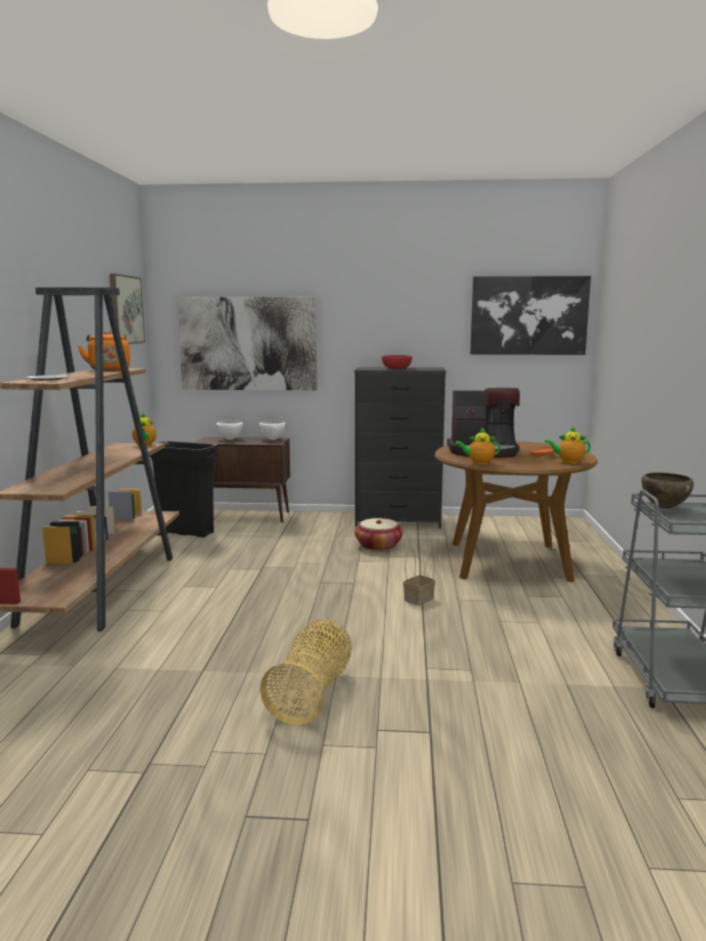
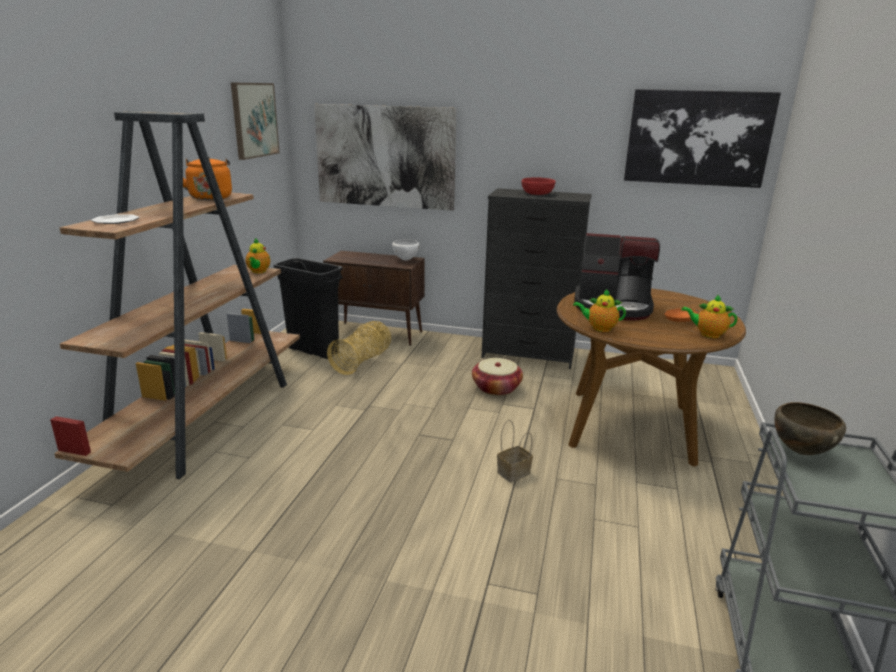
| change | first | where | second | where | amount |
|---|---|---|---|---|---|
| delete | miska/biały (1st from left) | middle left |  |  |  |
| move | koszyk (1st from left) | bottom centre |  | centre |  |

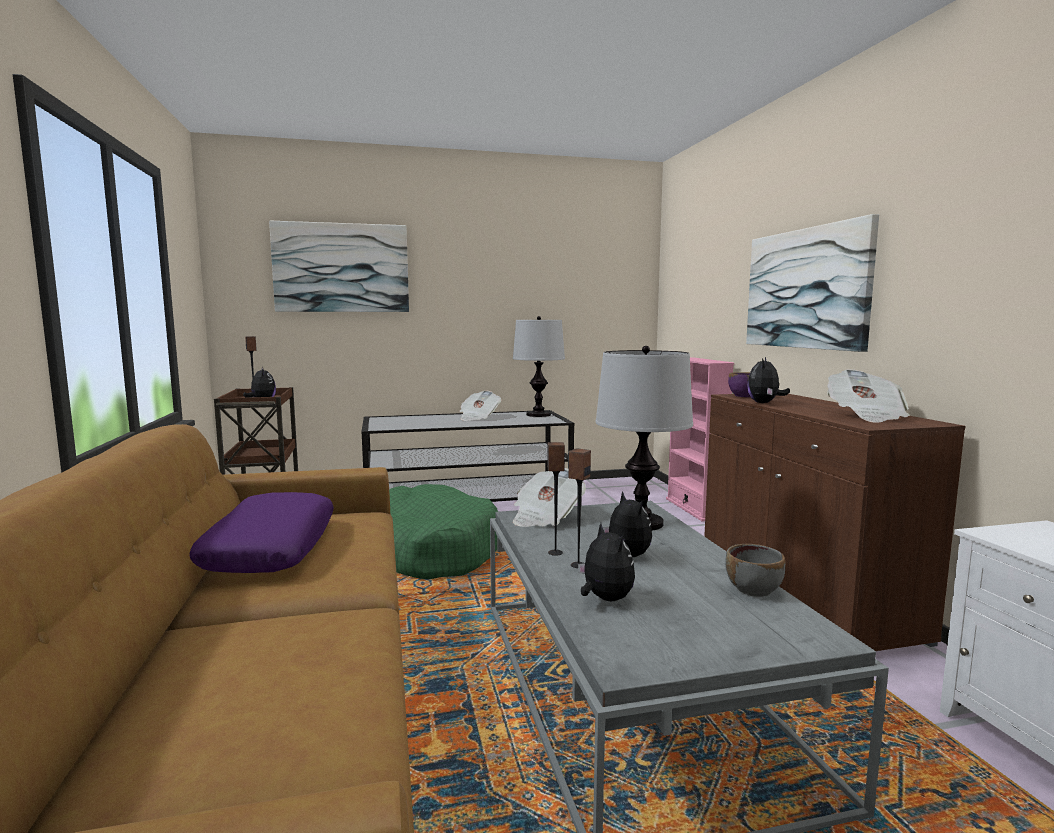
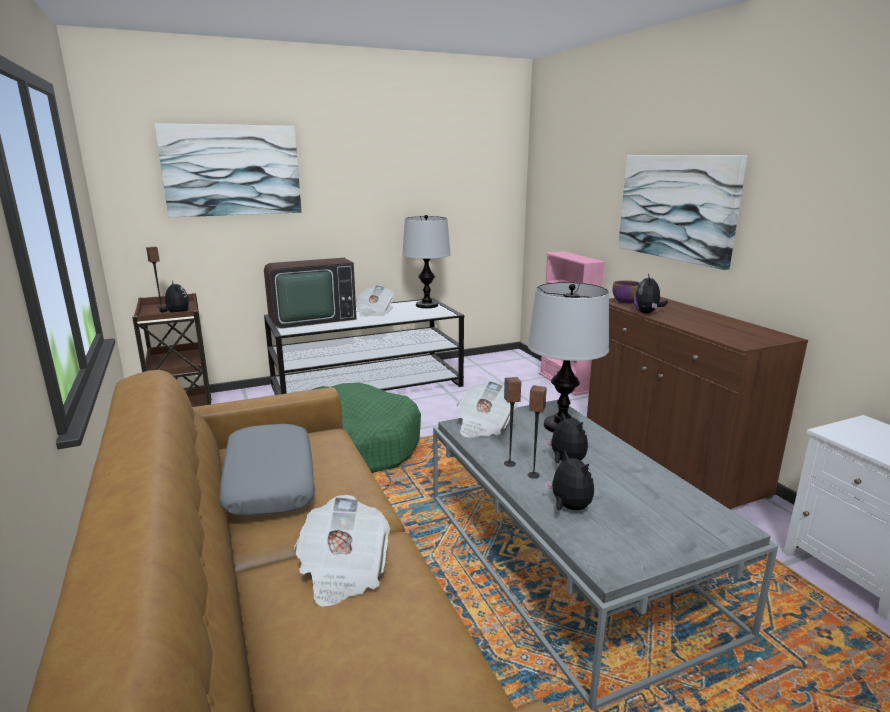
| change | first | where | second | where | amount |
|---|---|---|---|---|---|
| recolor | poduszka/fioletowy | middle left | poduszka/szary | middle left |  |
| delete | miska/szary | bottom right |  |  |  |
| move | gazeta (3rd from left in the first image) | middle right | gazeta (1st from left) | bottom centre |  |
| insert |  |  | telewizor | centre |  |

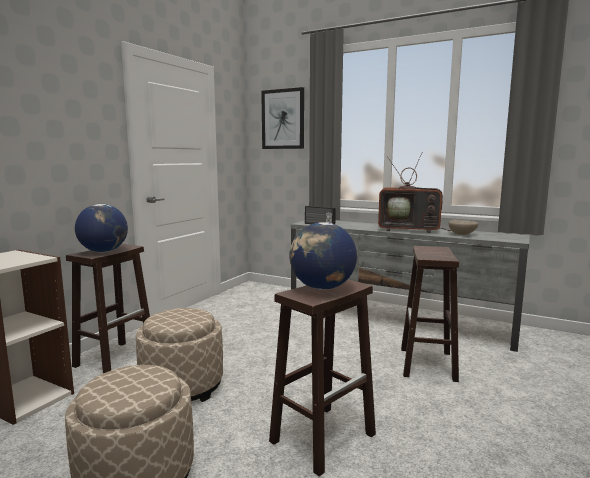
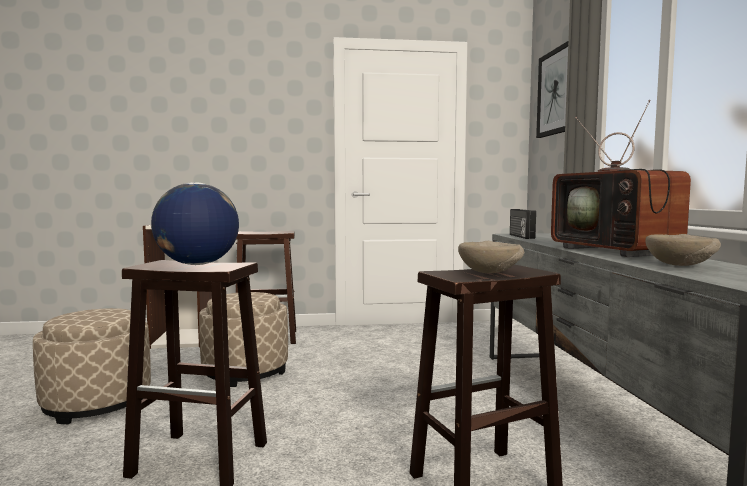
| change | first | where | second | where | amount |
|---|---|---|---|---|---|
| delete | globus (1st from left) | middle left |  |  |  |
| insert |  |  | miska/beżowy (1st from left) | centre |  |

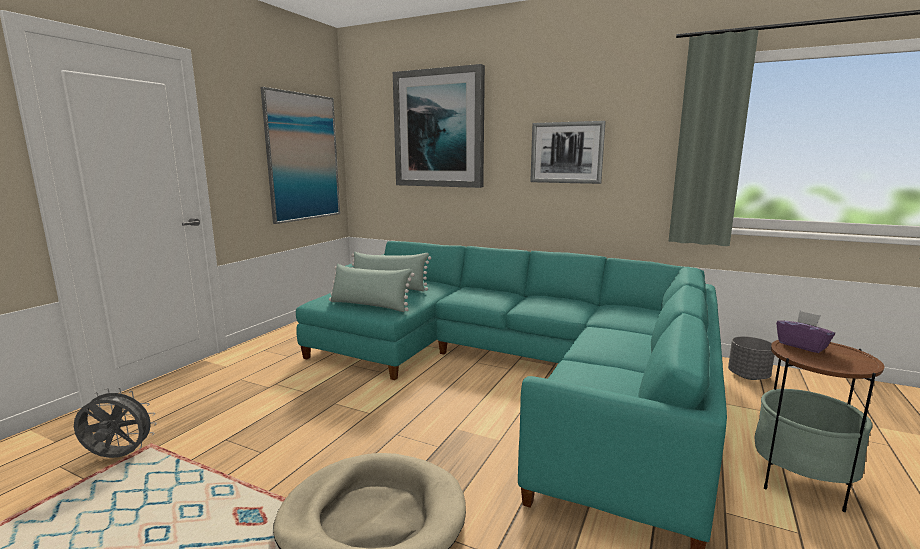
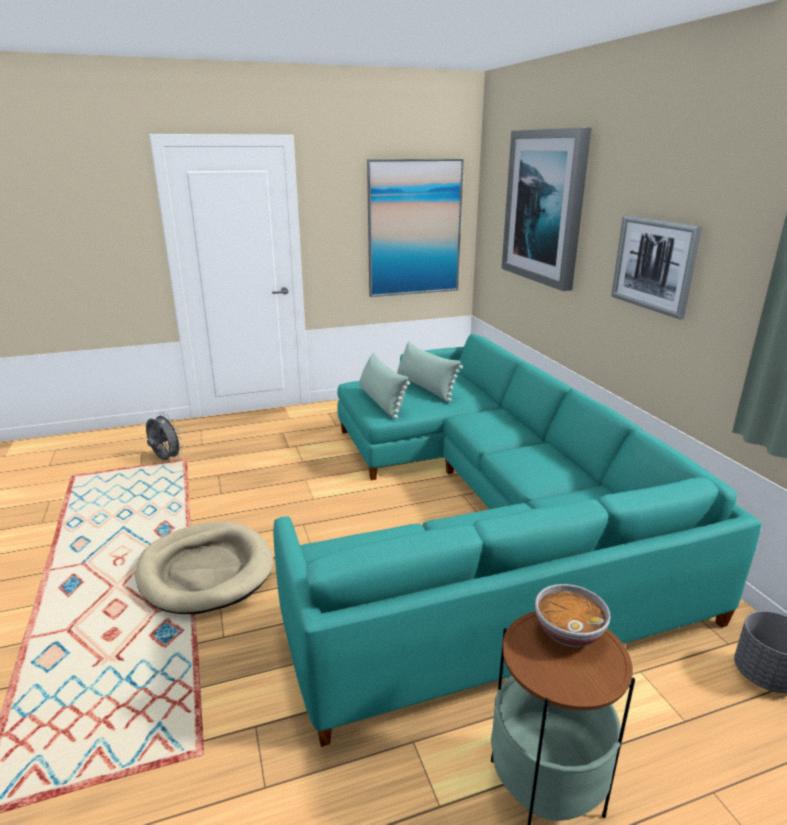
| change | first | where | second | where | amount |
|---|---|---|---|---|---|
| replace | pudełko chusteczek/fioletowy | middle right | miska | bottom right |  |

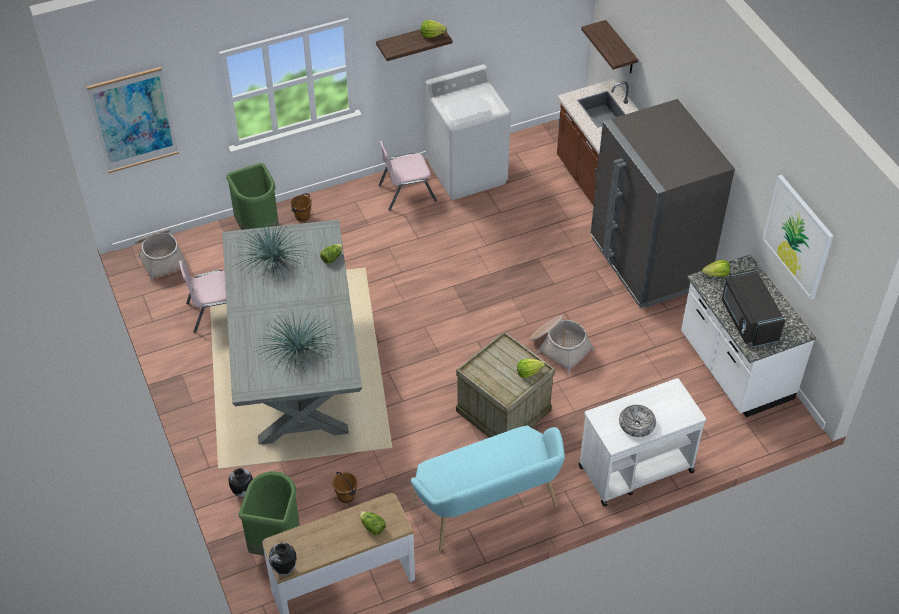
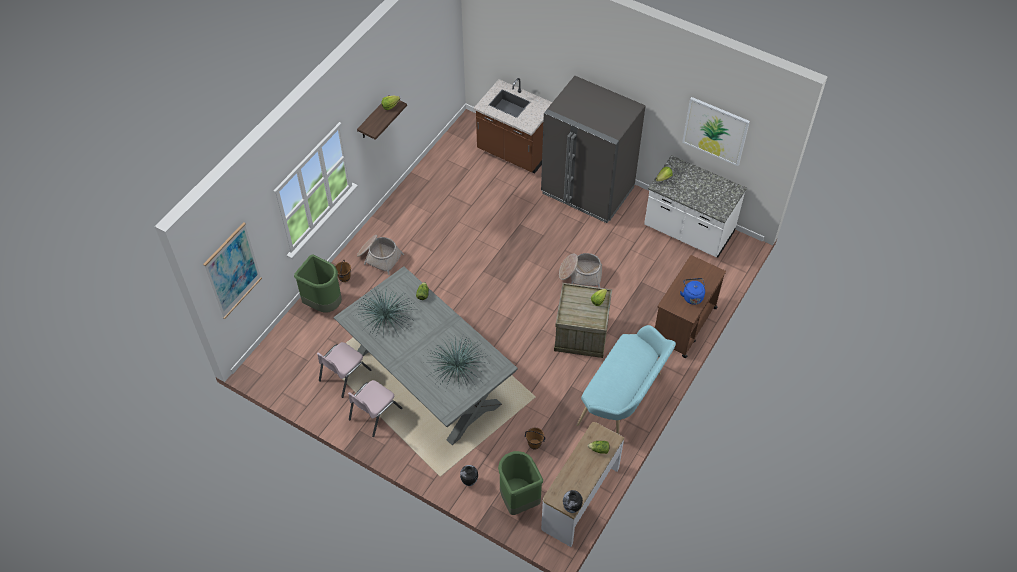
| change | first | where | second | where | amount |
|---|---|---|---|---|---|
| move | koszyk (1st from left) | middle left |  | centre |  |
| move | krzesło/różowy (2nd from left) | top centre |  | bottom centre |  |
| delete | pralka/biały | top centre |  |  |  |
| recolor | wózek/biały | bottom right | wózek/brązowy | middle right |  |
| delete | półka (2nd from left) | top right |  |  |  |
| replace | miska | bottom right | czajnik/niebieski | middle right |  |
| delete | mikrofalówka/czarny | middle right |  |  |  |

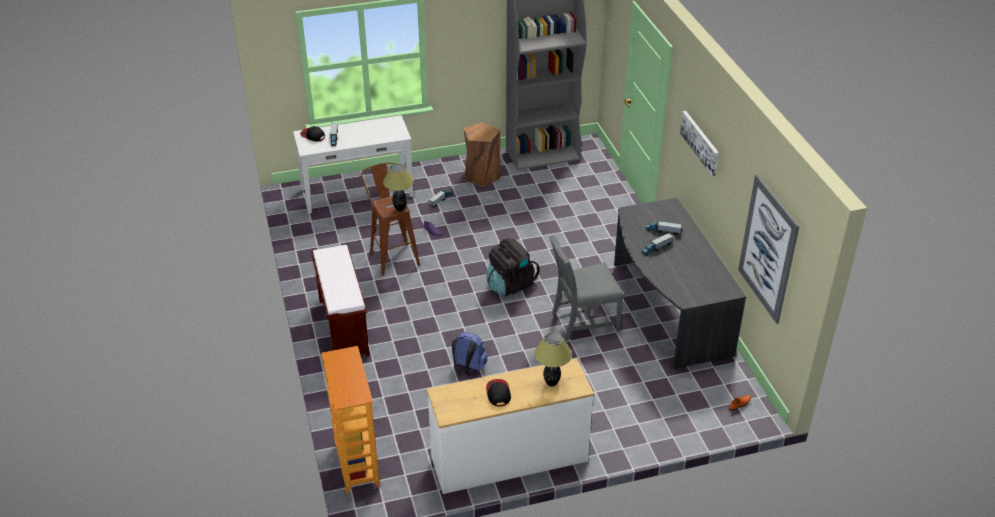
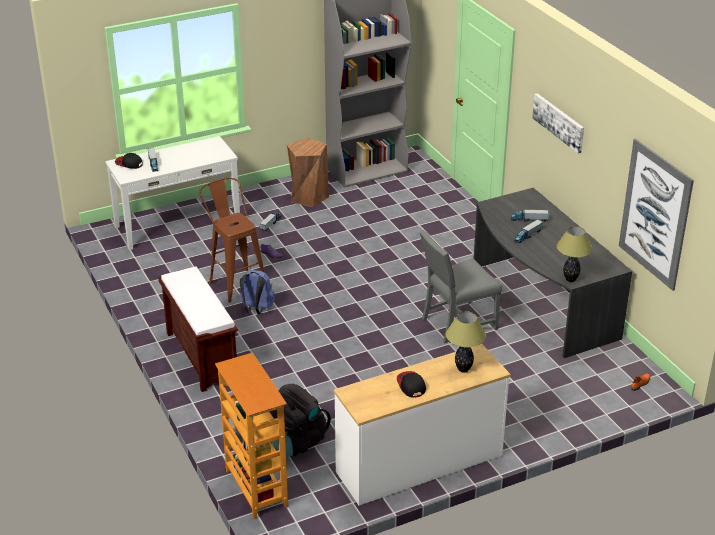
| change | first | where | second | where | amount |
|---|---|---|---|---|---|
| move | lampa stołowa (1st from left in the first image) | centre | lampa stołowa (2nd from left) | middle right |  |
| move | plecak/niebieski | bottom centre |  | centre |  |
| move | plecak/czarny | centre |  | bottom centre |  |

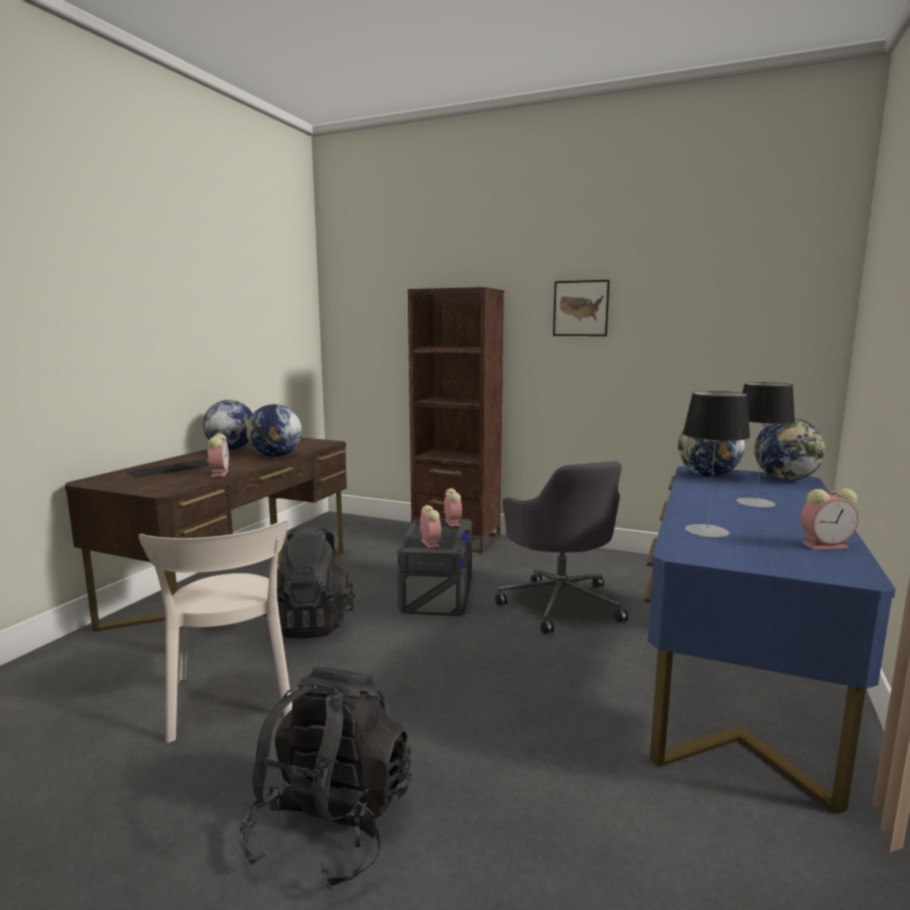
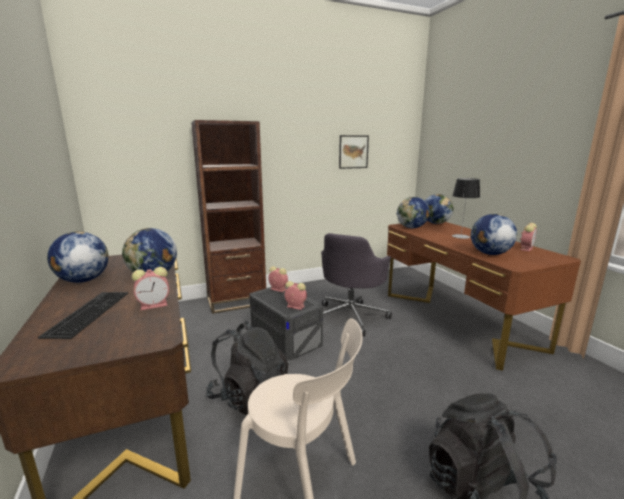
| change | first | where | second | where | amount |
|---|---|---|---|---|---|
| rotate | budzik (1st from left) | middle left |  | middle left | 120 degrees clockwise |
| rotate | krzesło biurowe/szary | centre |  | centre | 90 degrees clockwise |
| move | obraz | centre |  | top centre |  |
| recolor | biurko/niebieski | bottom right | biurko/brązowy (2nd from left) | middle right |  |
| replace | lampa stołowa (1st from left) | middle right | globus (5th from left) | middle right |  |

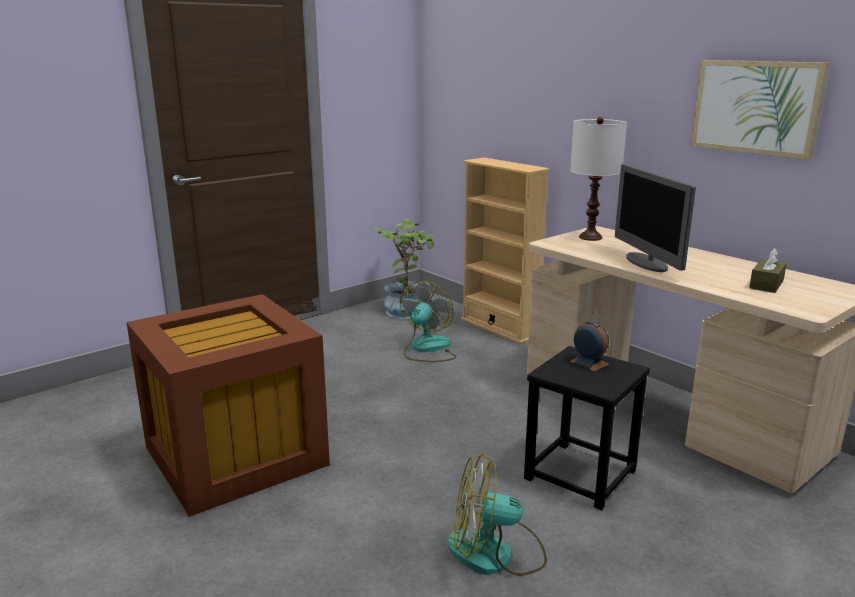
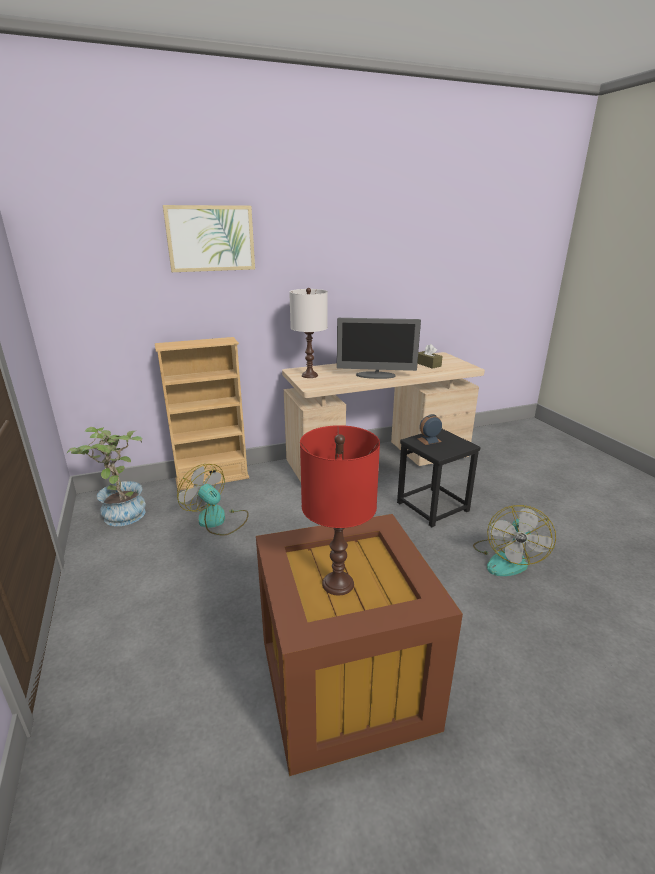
| change | first | where | second | where | amount |
|---|---|---|---|---|---|
| move | obraz | top right |  | top left |  |
| insert |  |  | lampa stołowa/czerwony | centre |  |

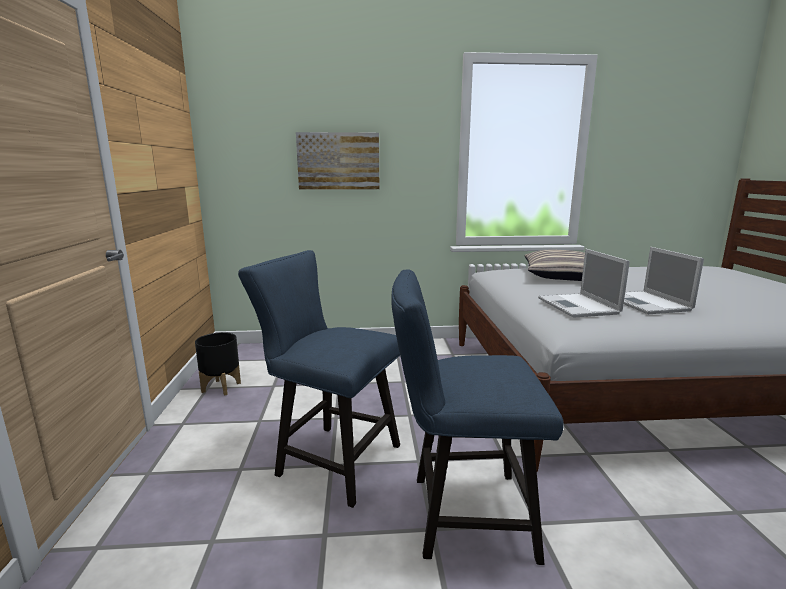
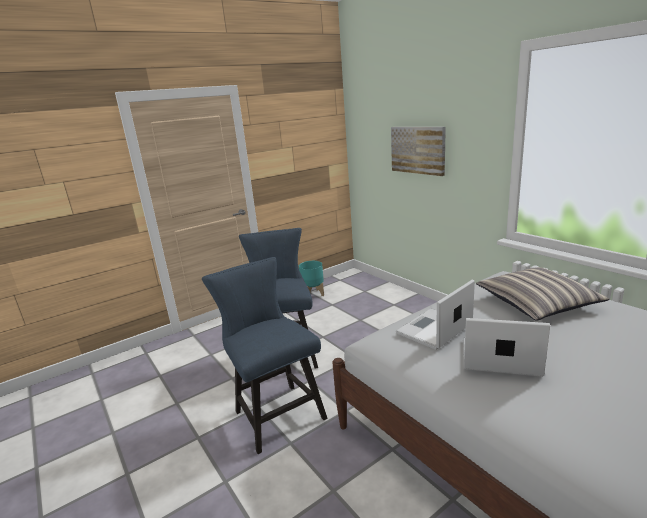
| change | first | where | second | where | amount |
|---|---|---|---|---|---|
| recolor | donica/czarny | middle left | donica/turkusowy | centre |  |
| rotate | laptop (2nd from left) | middle right |  | bottom right | 60 degrees clockwise |

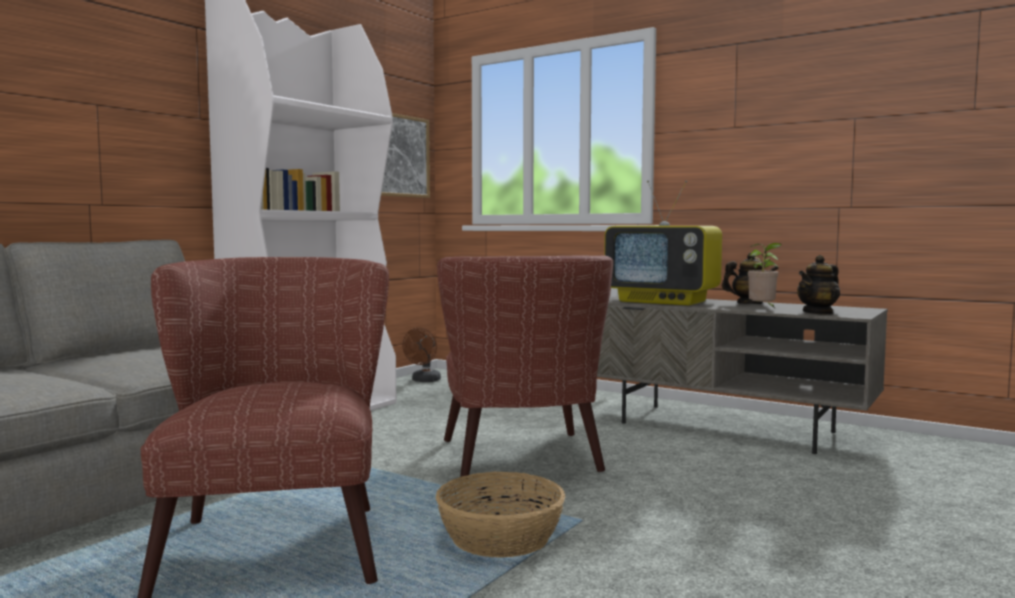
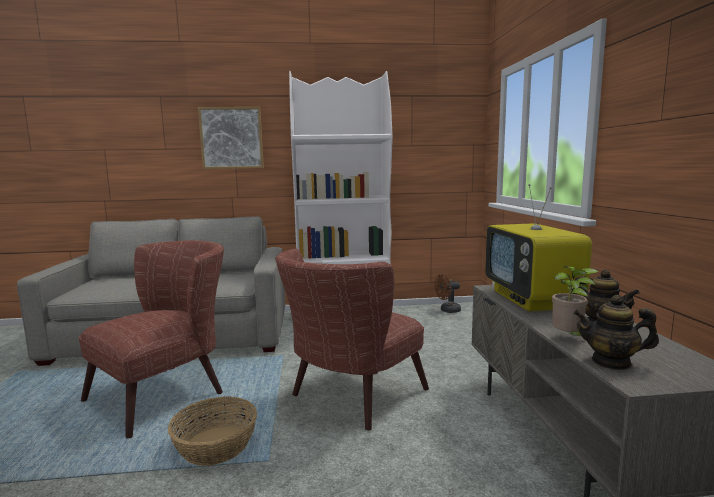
| change | first | where | second | where | amount |
|---|---|---|---|---|---|
| move | obraz | top centre |  | top left |  |

